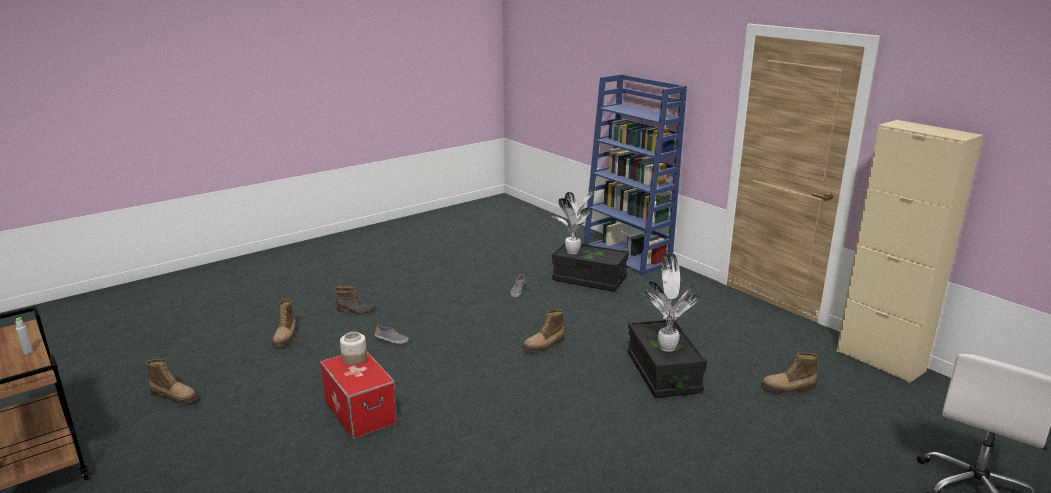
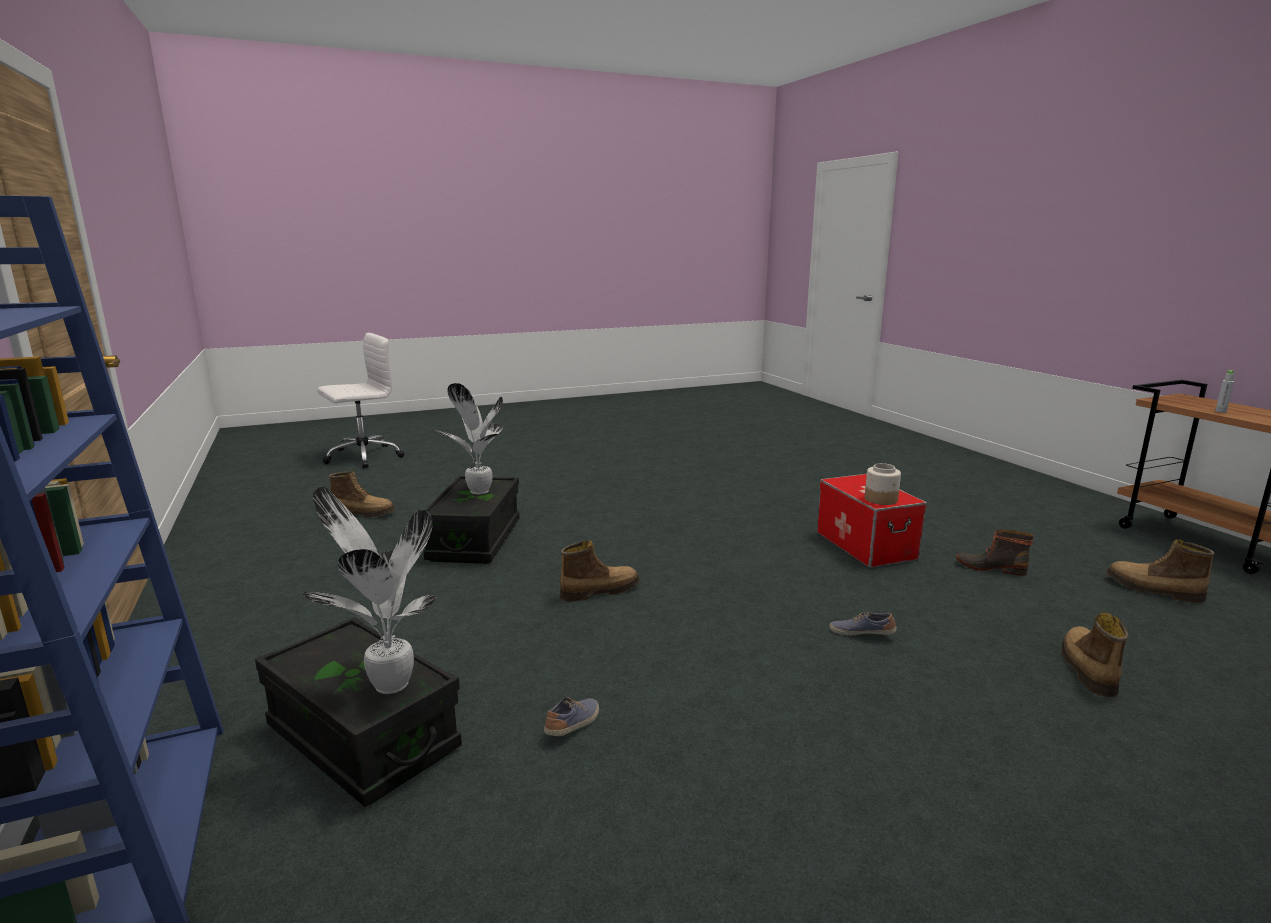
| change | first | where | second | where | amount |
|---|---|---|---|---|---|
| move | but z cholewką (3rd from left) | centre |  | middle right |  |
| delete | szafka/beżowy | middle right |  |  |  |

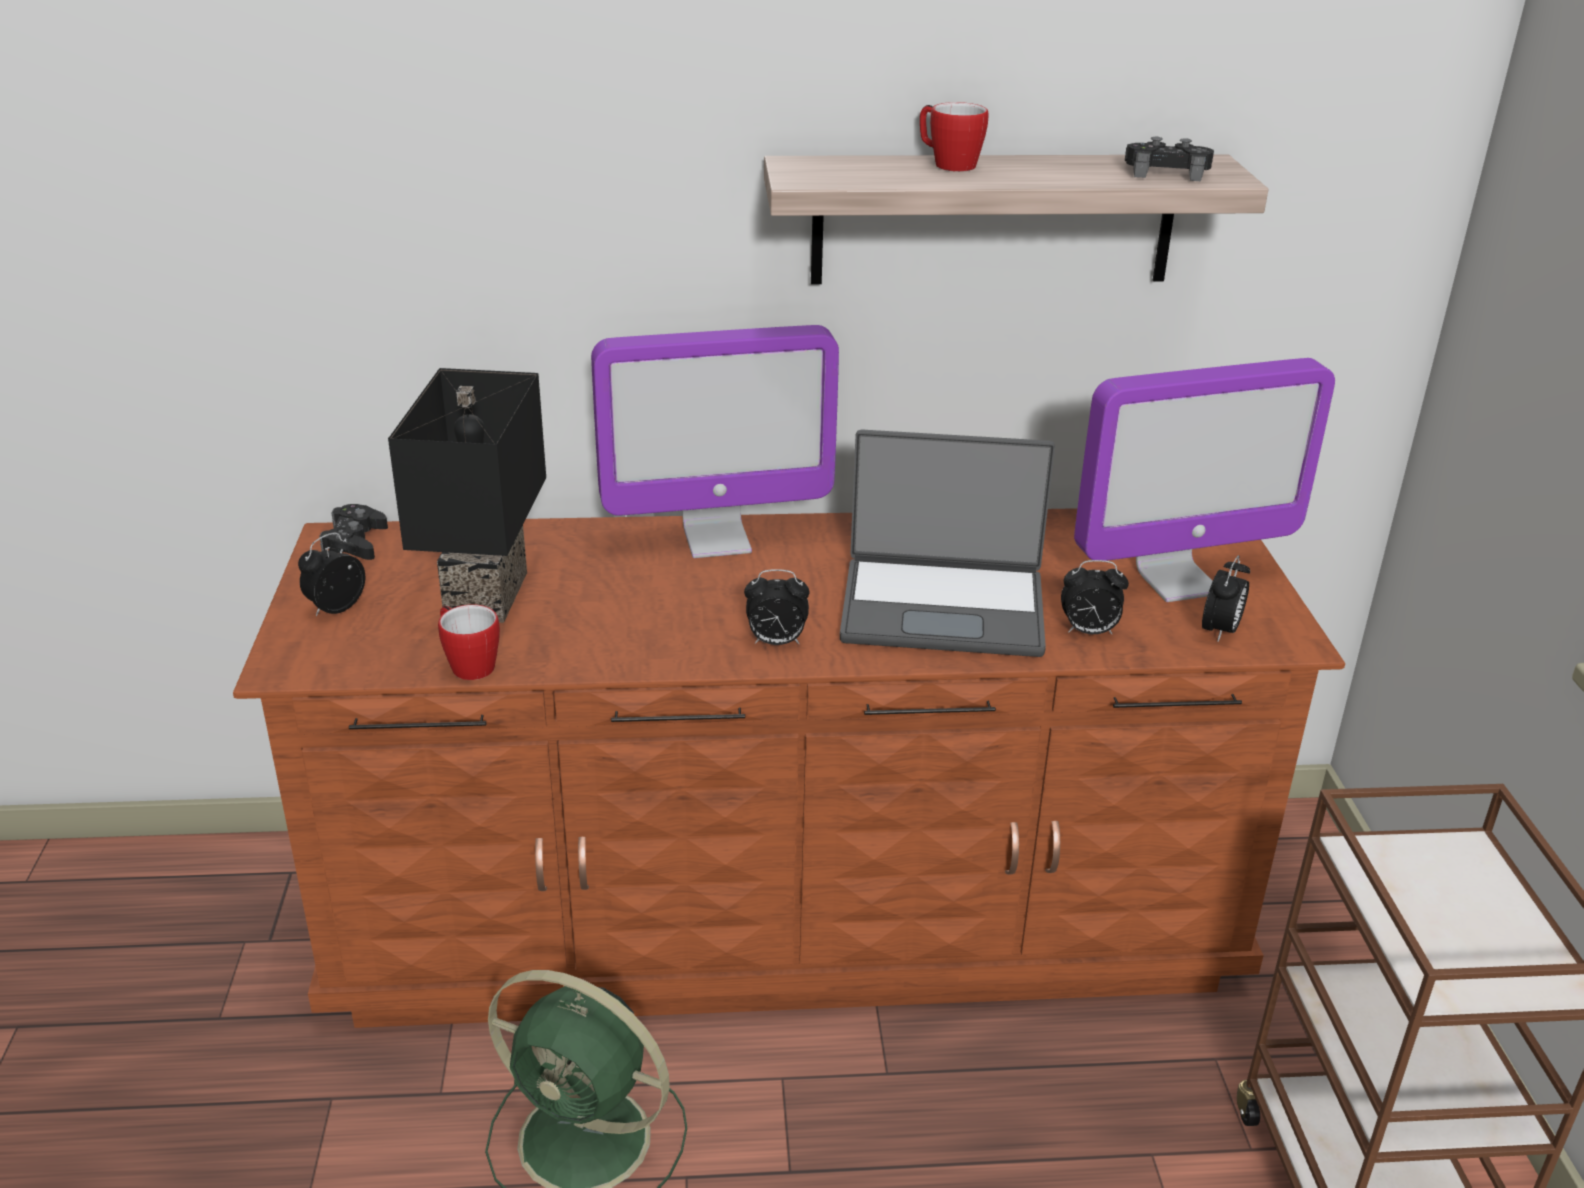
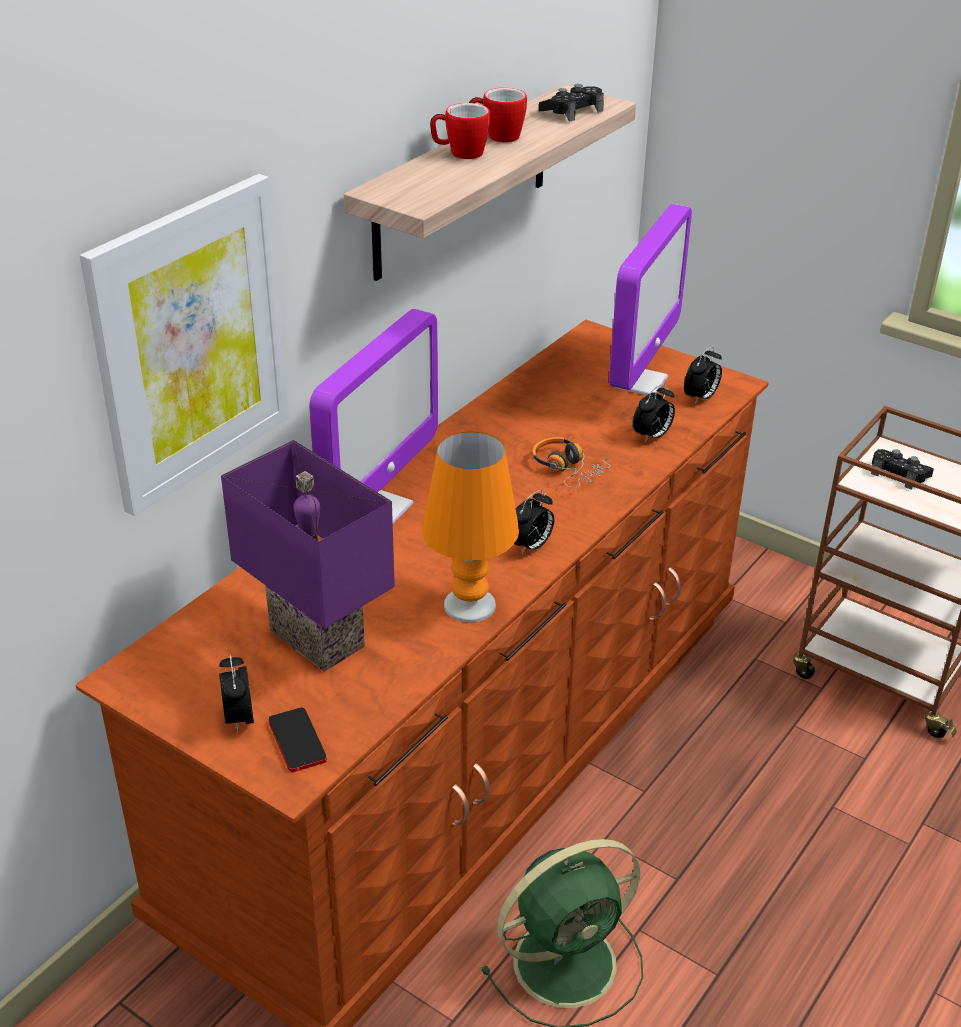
| change | first | where | second | where | amount |
|---|---|---|---|---|---|
| move | pad do gier/czarny (1st from left in the first image) | middle left | pad do gier/czarny (2nd from left) | middle right |  |
| recolor | lampa stołowa/czarny | middle left | lampa stołowa/fioletowy | middle left |  |
| move | kubek (1st from left in the first image) | middle left | kubek (2nd from left) | top centre |  |
| replace | laptop | centre | słuchawki | centre |  |
| rotate | budzik (4th from left) | middle right |  | middle right | 60 degrees clockwise |
| insert |  |  | obraz | middle left |  |
| insert |  |  | telefon | bottom left |  |
| insert |  |  | lampa stołowa/pomarańczowy | centre |  |

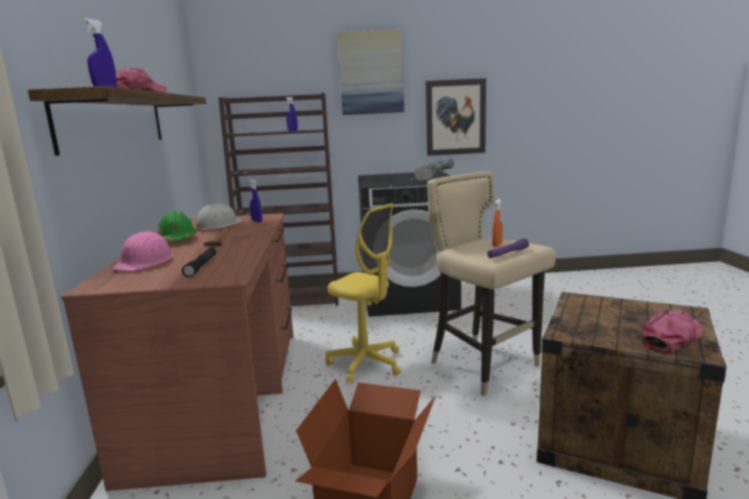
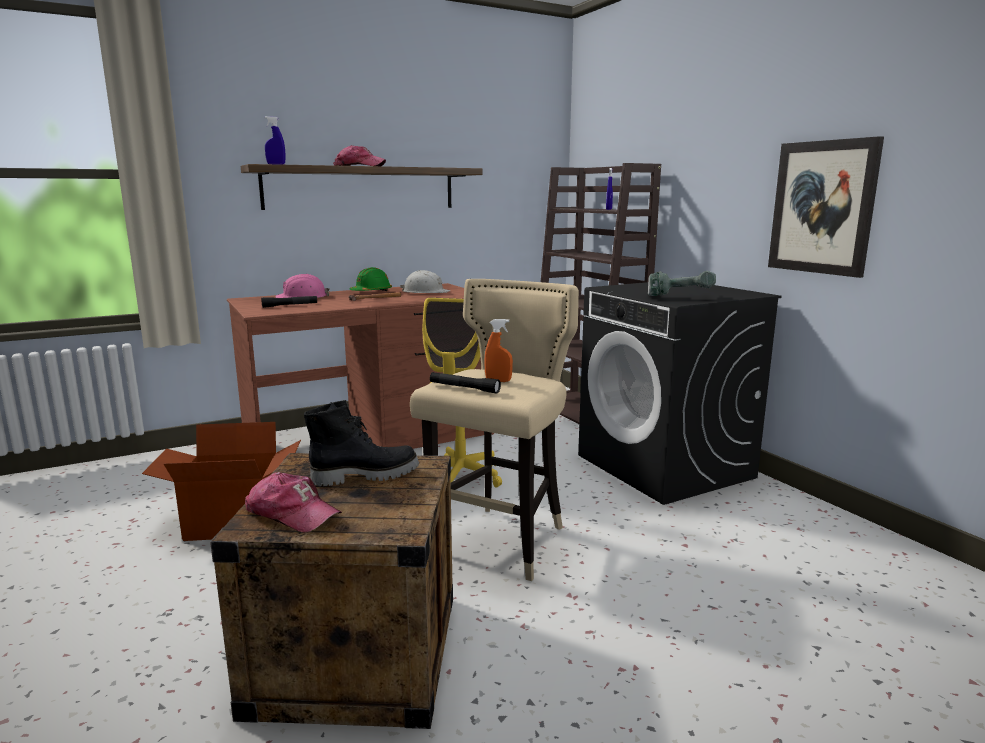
| change | first | where | second | where | amount |
|---|---|---|---|---|---|
| delete | spryskiwacz/niebieski (2nd from left) | centre |  |  |  |
| delete | obraz (1st from left) | top centre |  |  |  |
| recolor | latarka/fioletowy | middle right | latarka/czarny (2nd from left) | centre |  |
| insert |  |  | but z cholewką/czarny | centre |  |

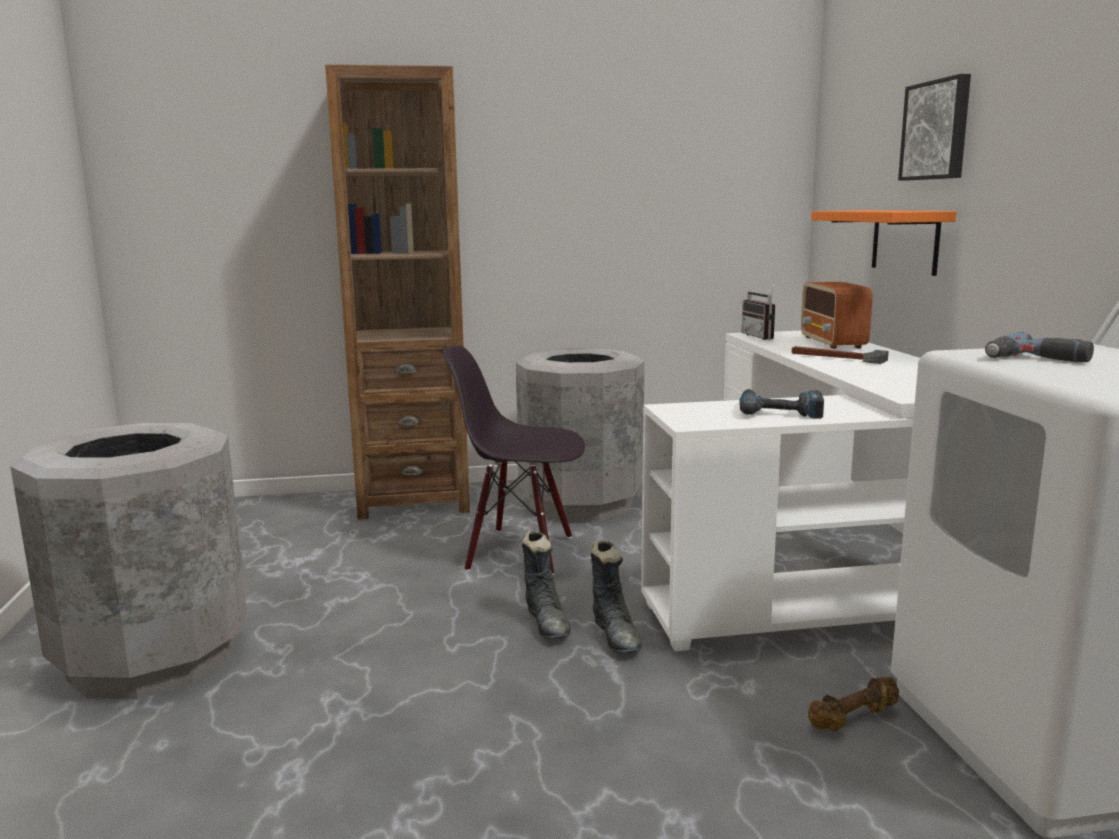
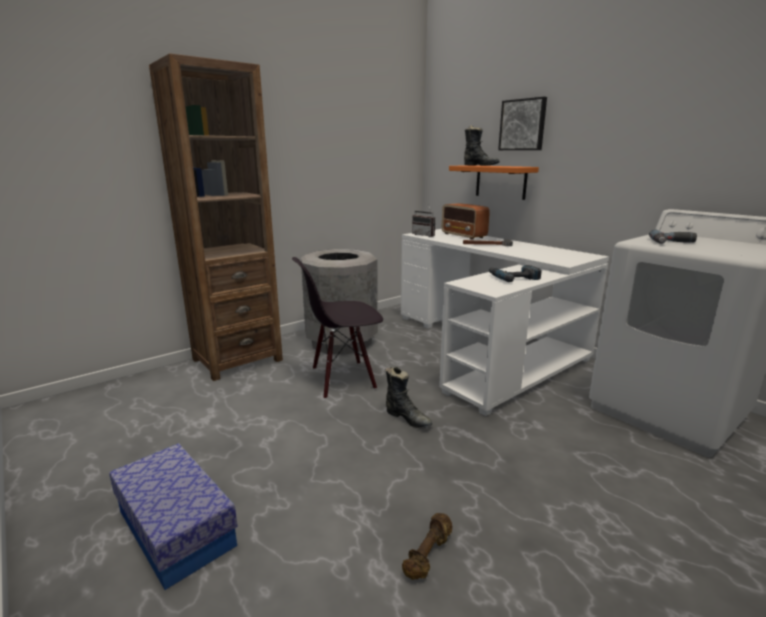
| change | first | where | second | where | amount |
|---|---|---|---|---|---|
| replace | kosz na śmieci/szary (1st from left) | bottom left | pojemnik do przechowywania | bottom left |  |
| move | but z cholewką/czarny (2nd from left) | bottom centre |  | top centre |  |
| move | hantel/brązowy | bottom right |  | bottom centre |  |

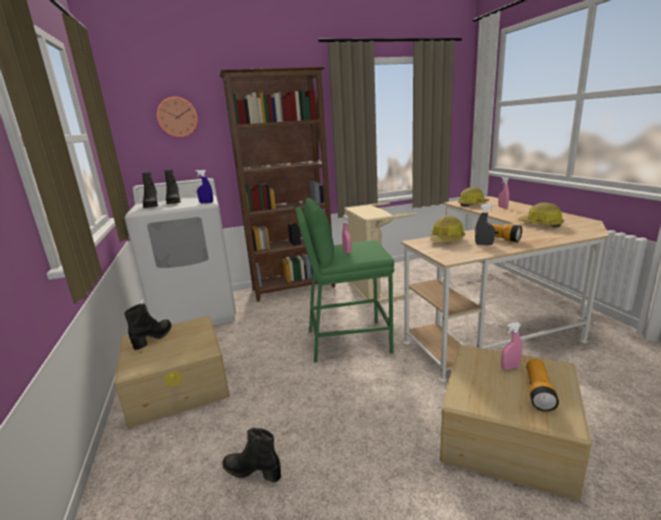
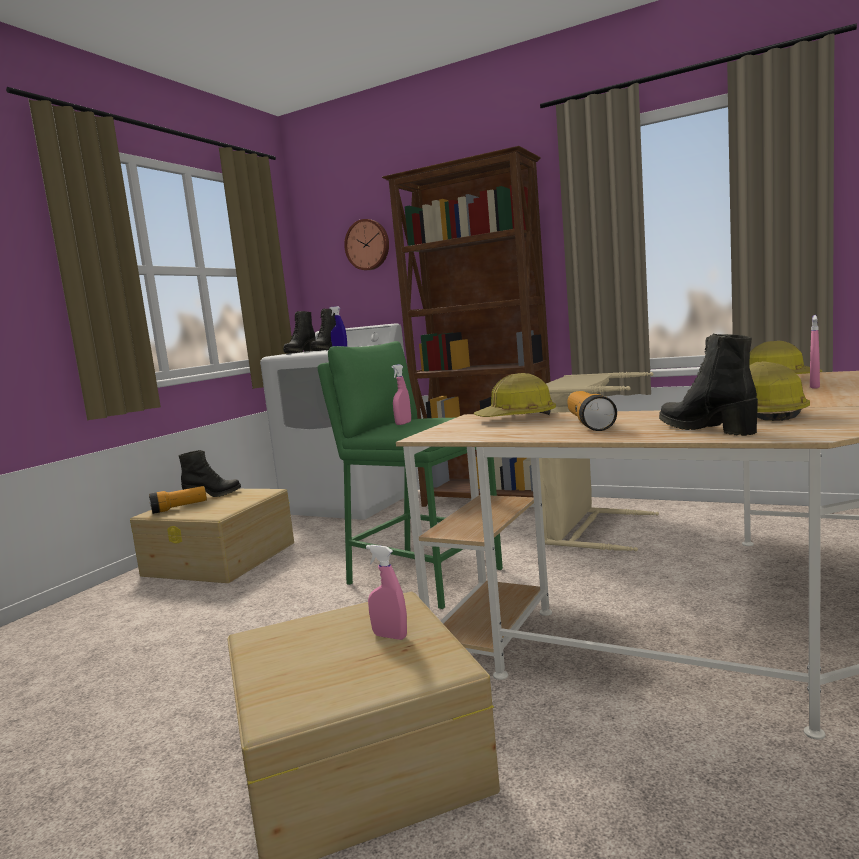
| change | first | where | second | where | amount |
|---|---|---|---|---|---|
| move | but z cholewką/czarny (4th from left) | bottom centre |  | middle right |  |
| delete | spryskiwacz/szary | middle right |  |  |  |
| move | latarka (2nd from left in the first image) | bottom right | latarka (1st from left) | middle left |  |

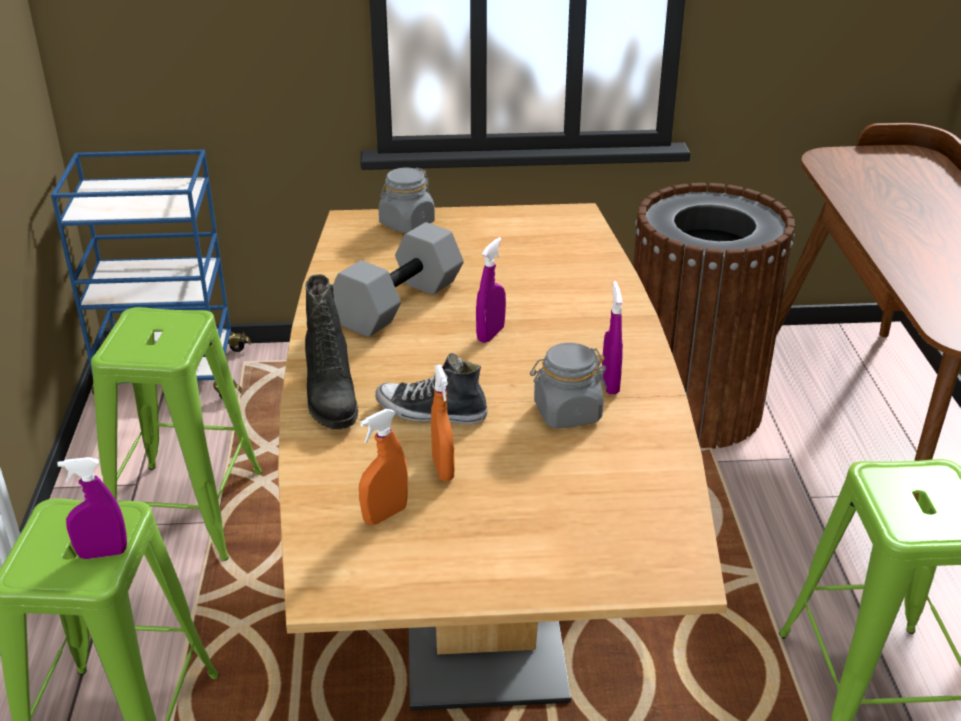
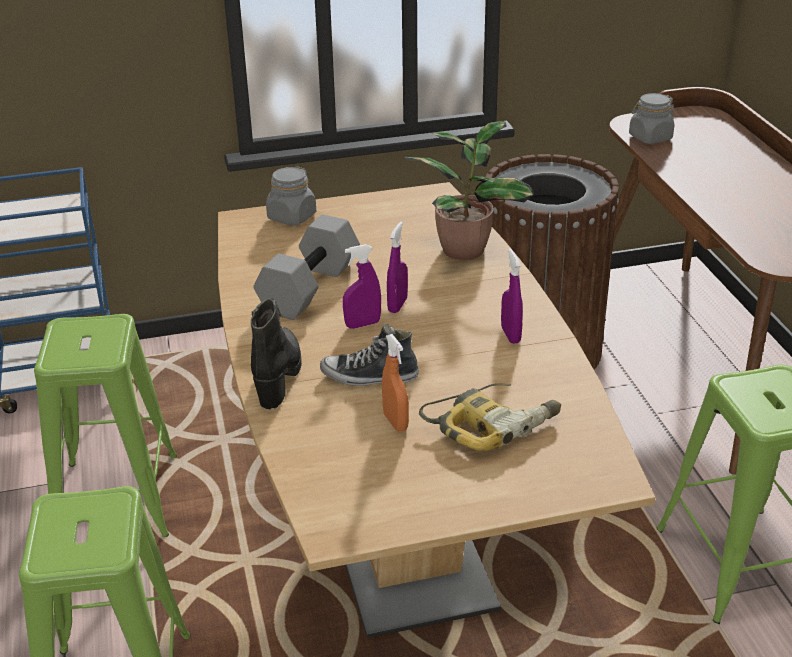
| change | first | where | second | where | amount |
|---|---|---|---|---|---|
| move | spryskiwacz/fioletowy (1st from left) | bottom left |  | centre |  |
| rotate | but z cholewką/czarny | centre |  | centre | 150 degrees counterclockwise |
| delete | spryskiwacz/pomarańczowy (1st from left) | centre |  |  |  |
| move | słoik/szary (2nd from left) | centre |  | top right |  |
| insert |  |  | roślina doniczkowa | top centre |  |
| insert |  |  | wiertarka | centre |  |

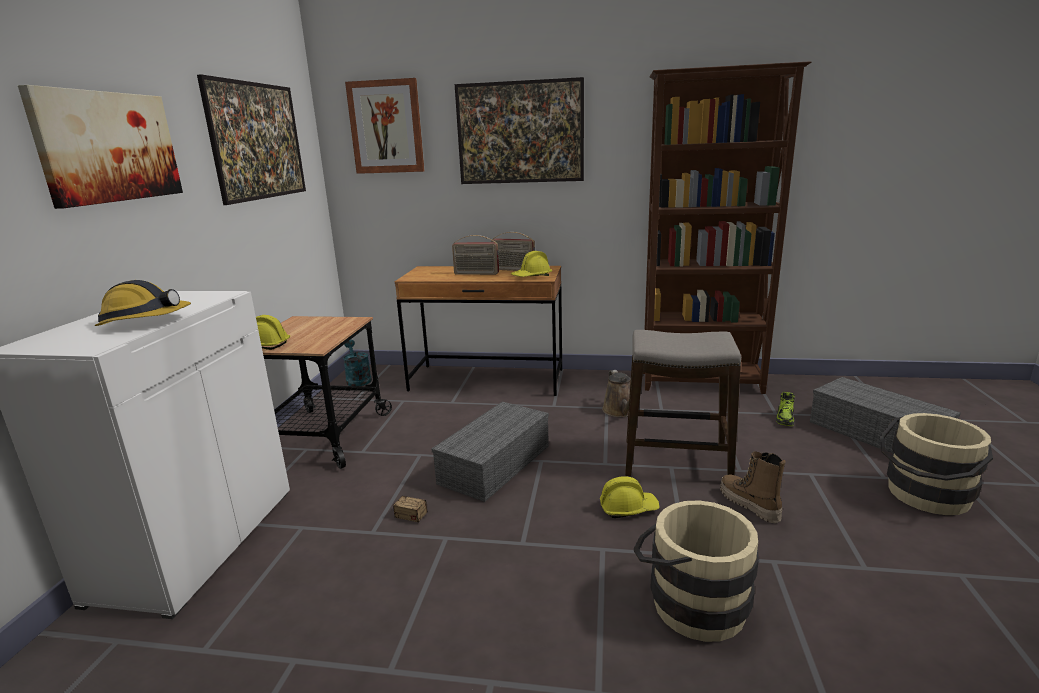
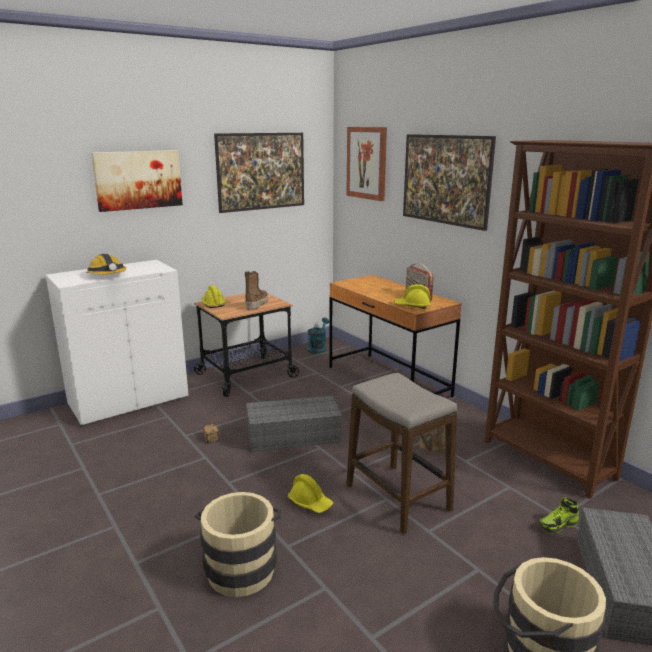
| change | first | where | second | where | amount |
|---|---|---|---|---|---|
| delete | radio (1st from left) | centre |  |  |  |
| move | but z cholewką | bottom right |  | centre |  |

